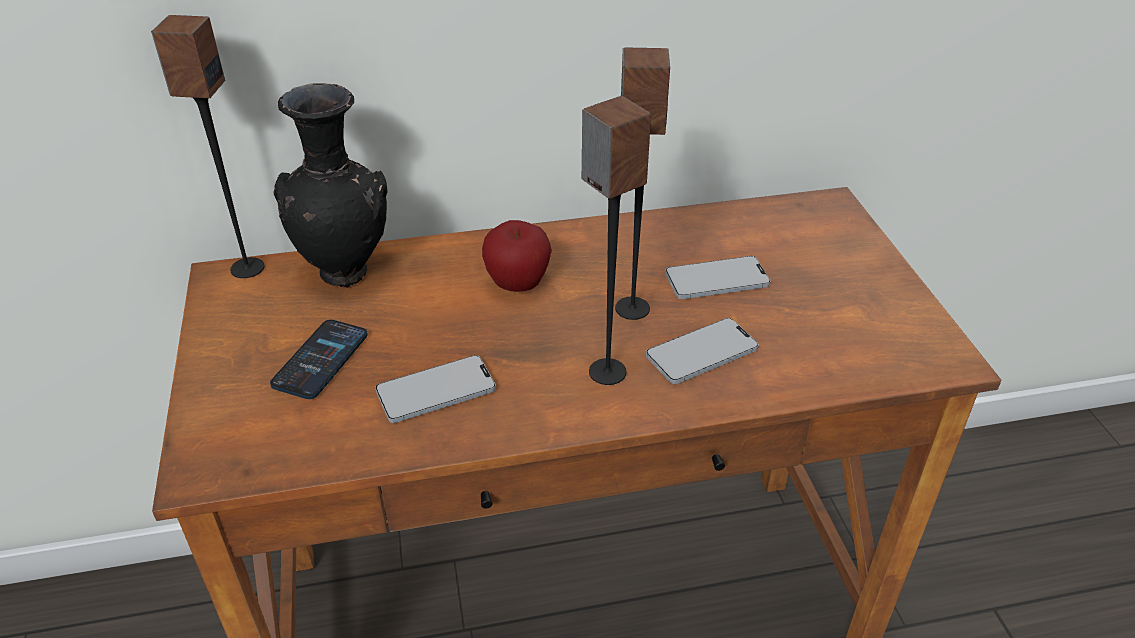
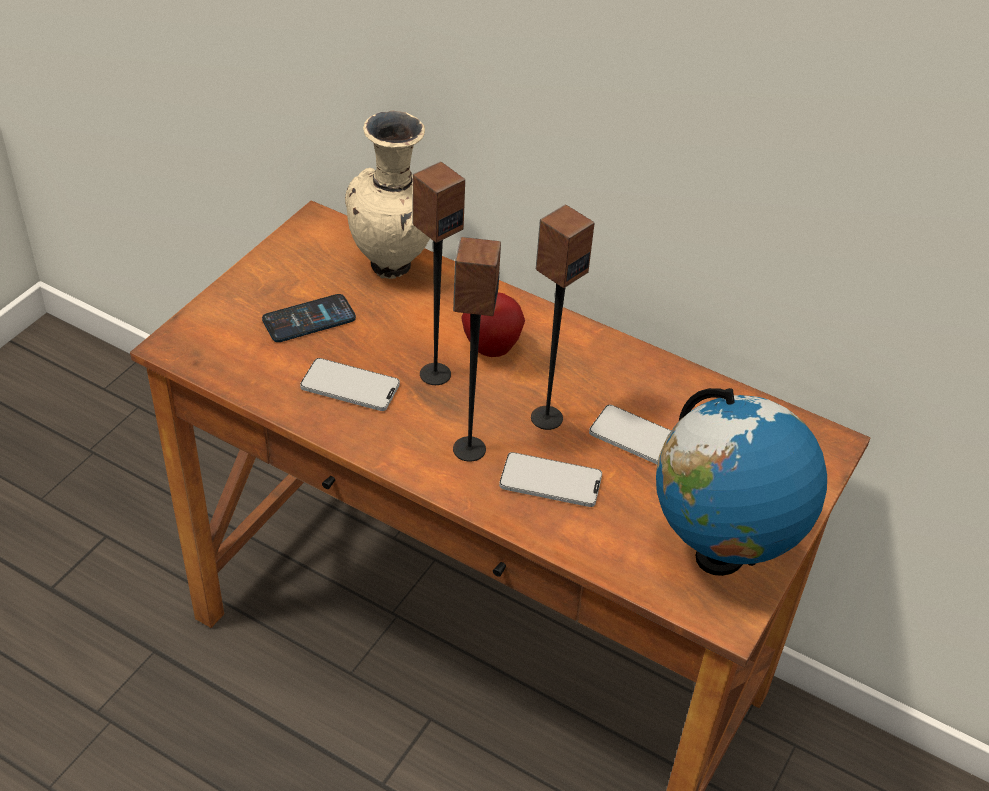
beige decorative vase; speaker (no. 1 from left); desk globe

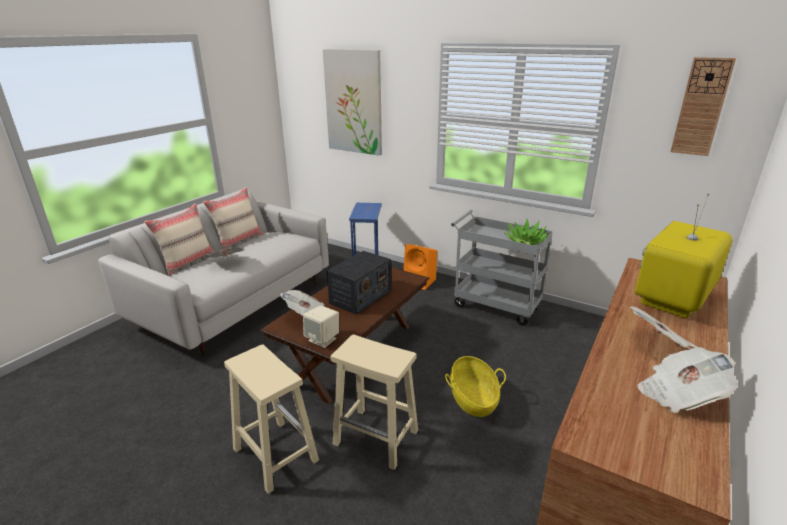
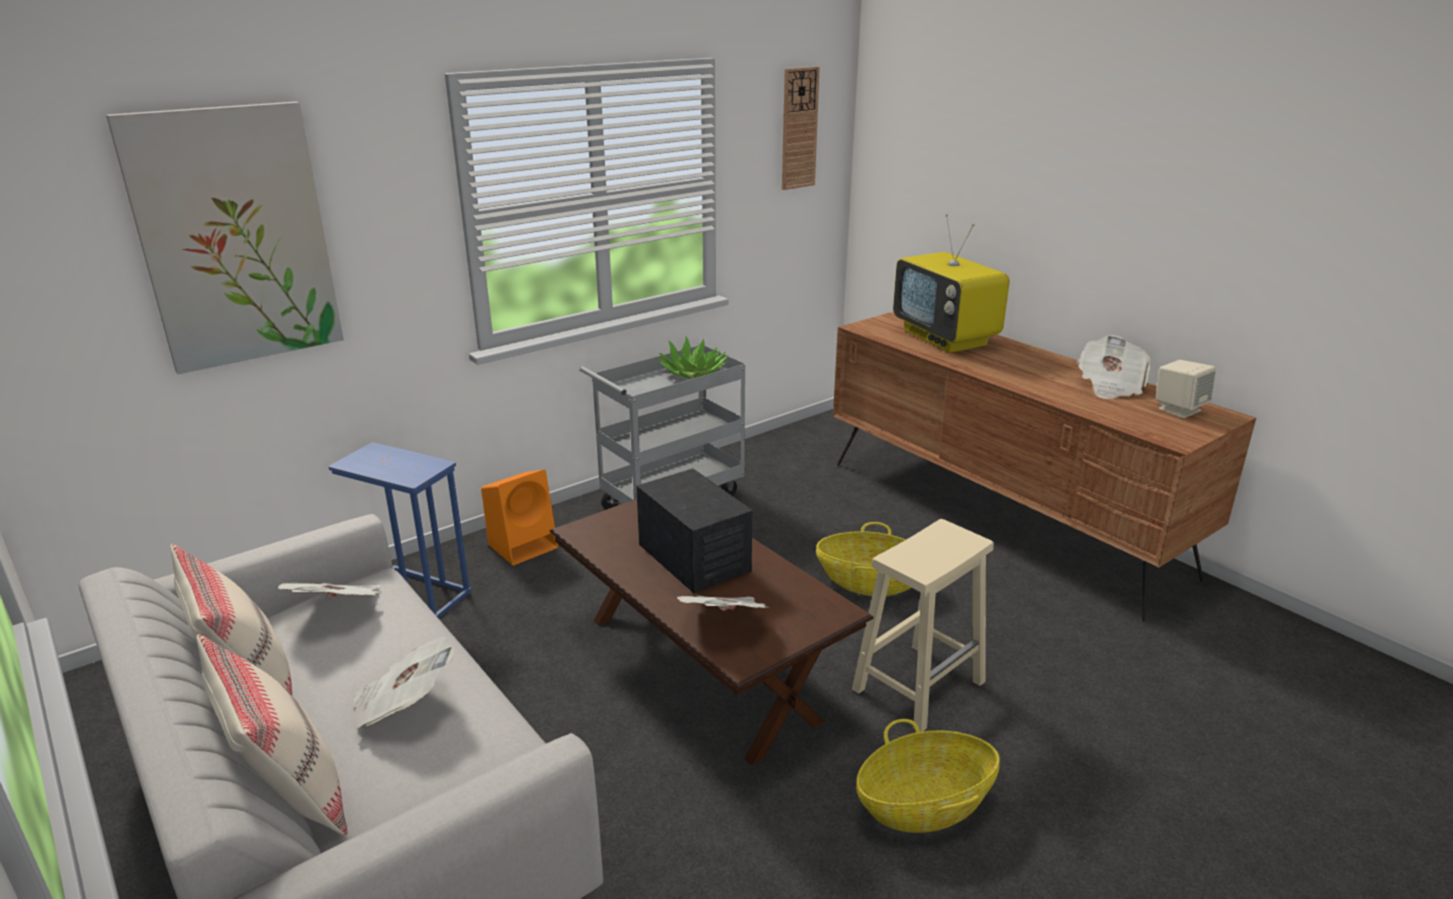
newspaper (no. 1 from left); household basket (no. 2 from left); beige speaker

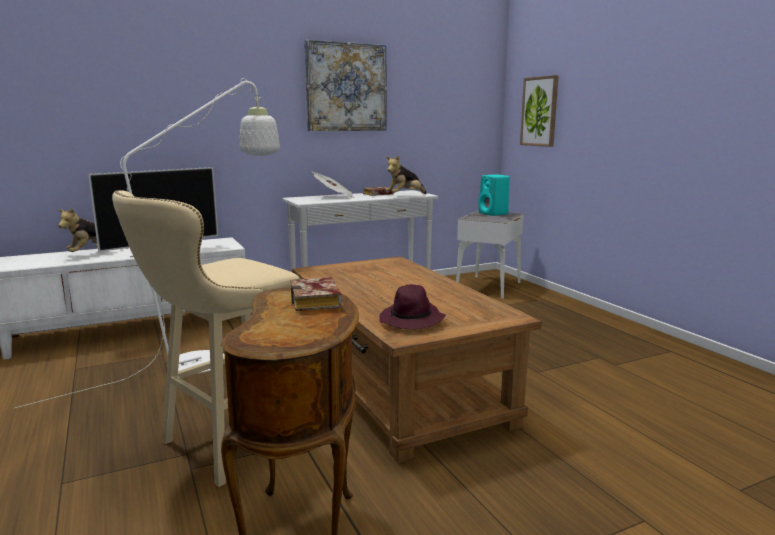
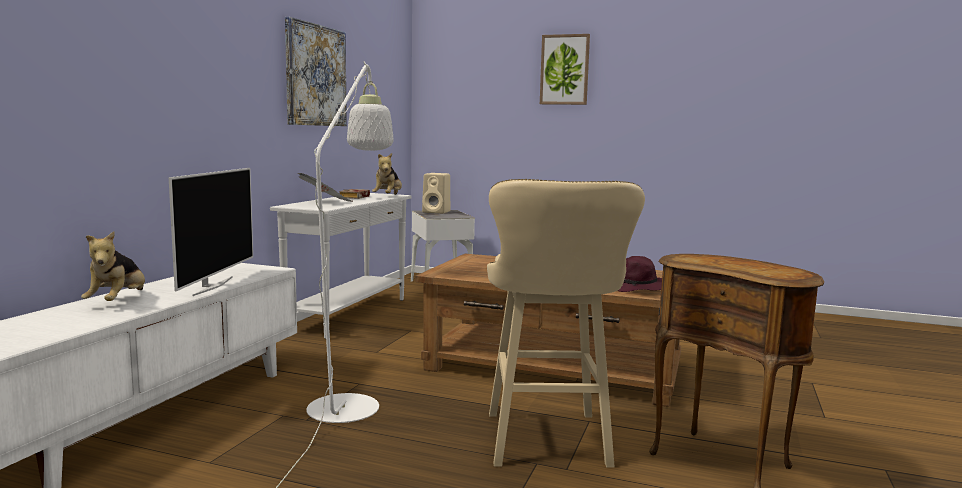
beige speaker; wall art (no. 2 from left); volume (no. 1 from left in the first image)

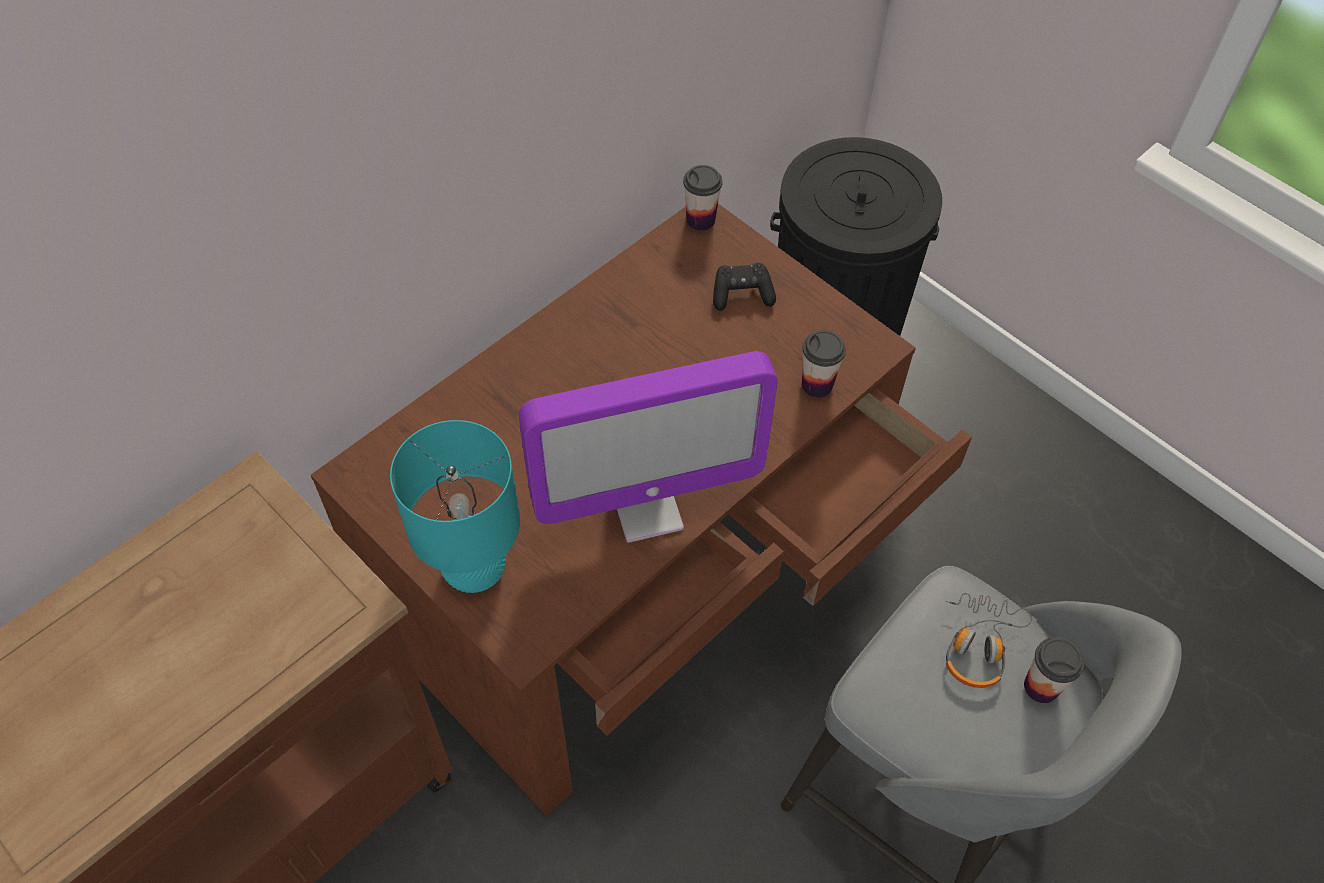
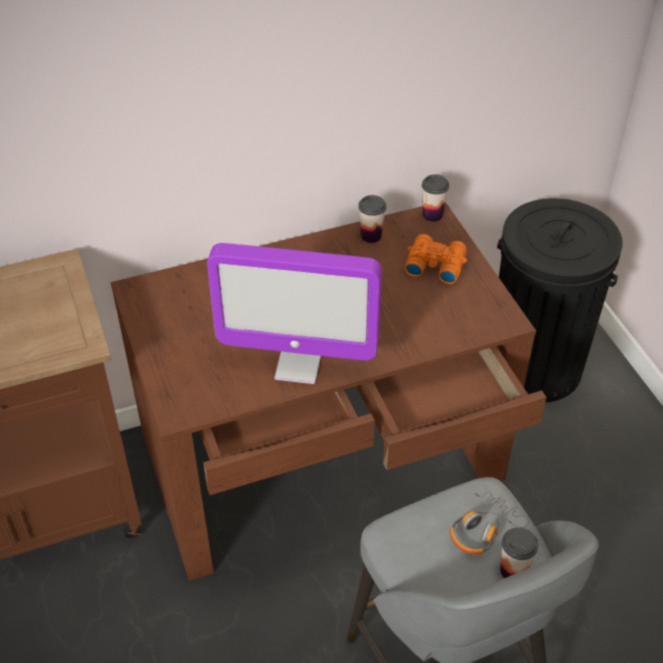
drinking cup (no. 1 from left); orange-coloured pair of binoculars; turquoise lamp for a table

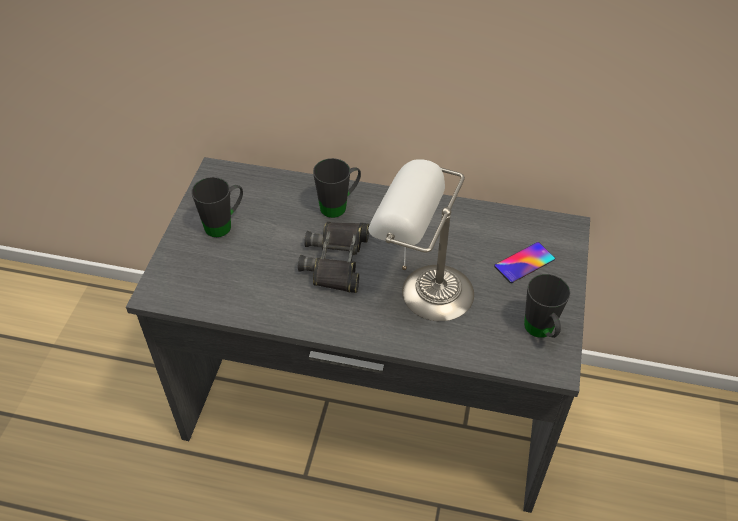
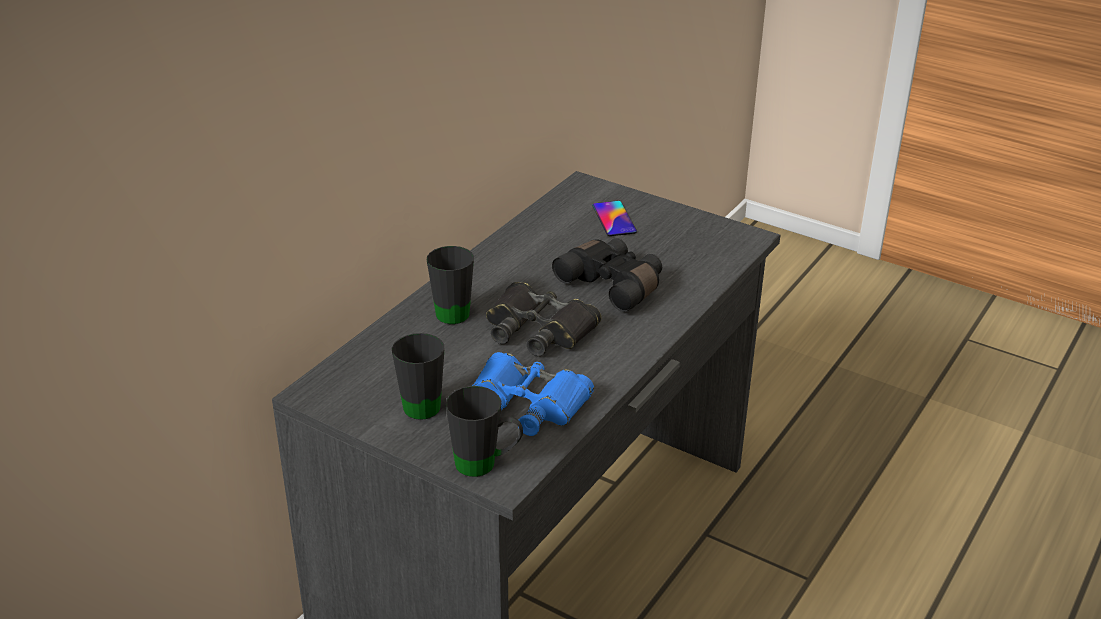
black coffee mug (no. 3 from left); blue pair of binoculars; black pair of binoculars (no. 2 from left)

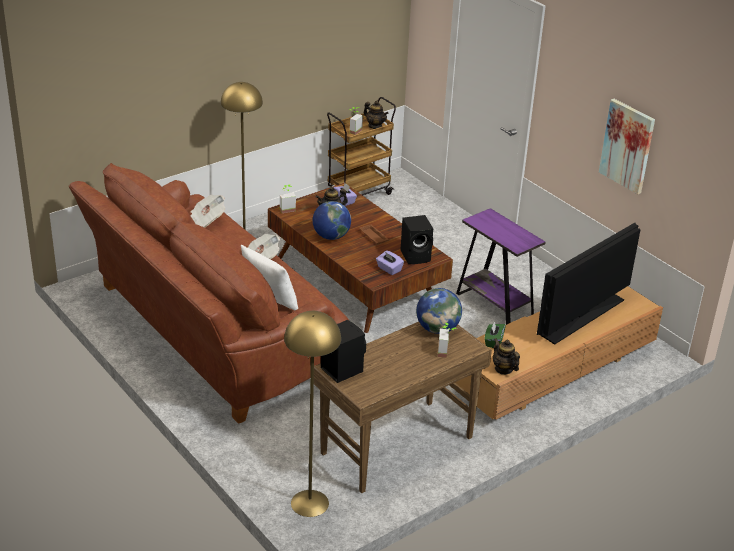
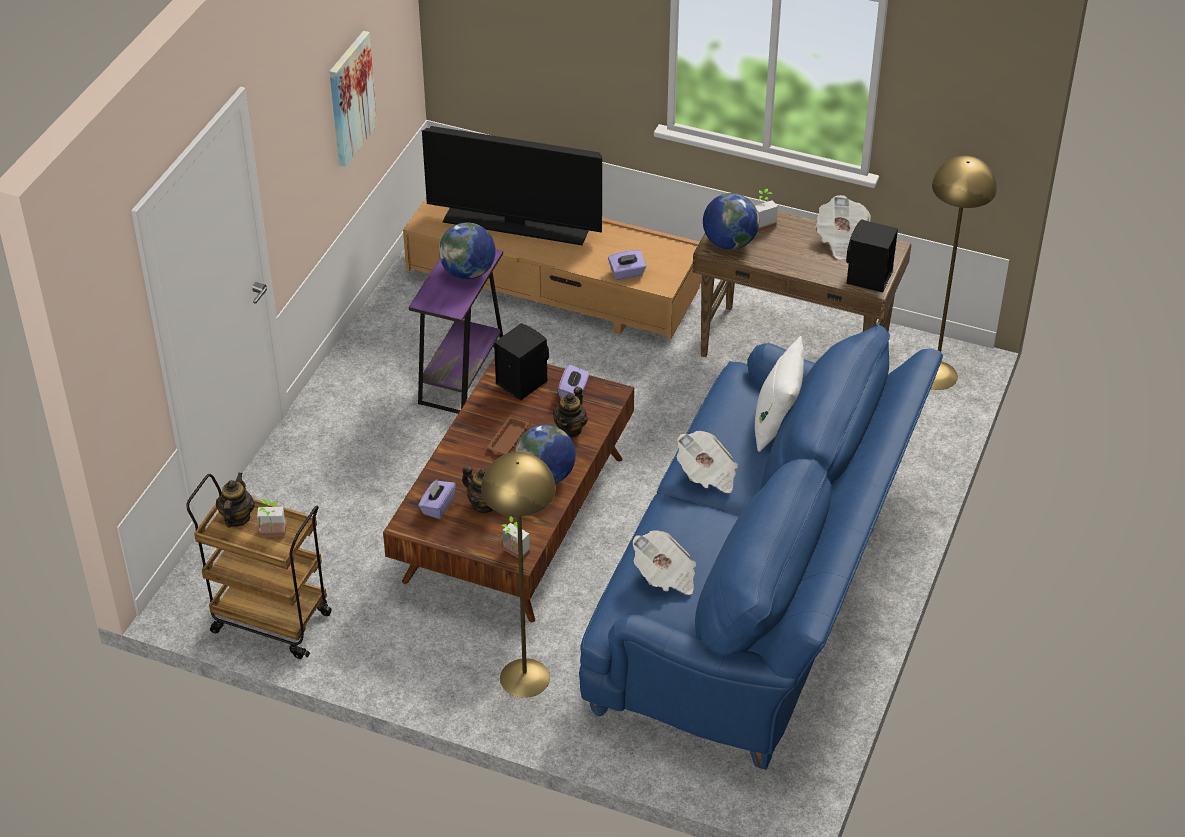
desk globe (no. 1 from left); tea pot (no. 3 from left); blue couch; purplish tissue box (no. 3 from left); newspaper (no. 3 from left)

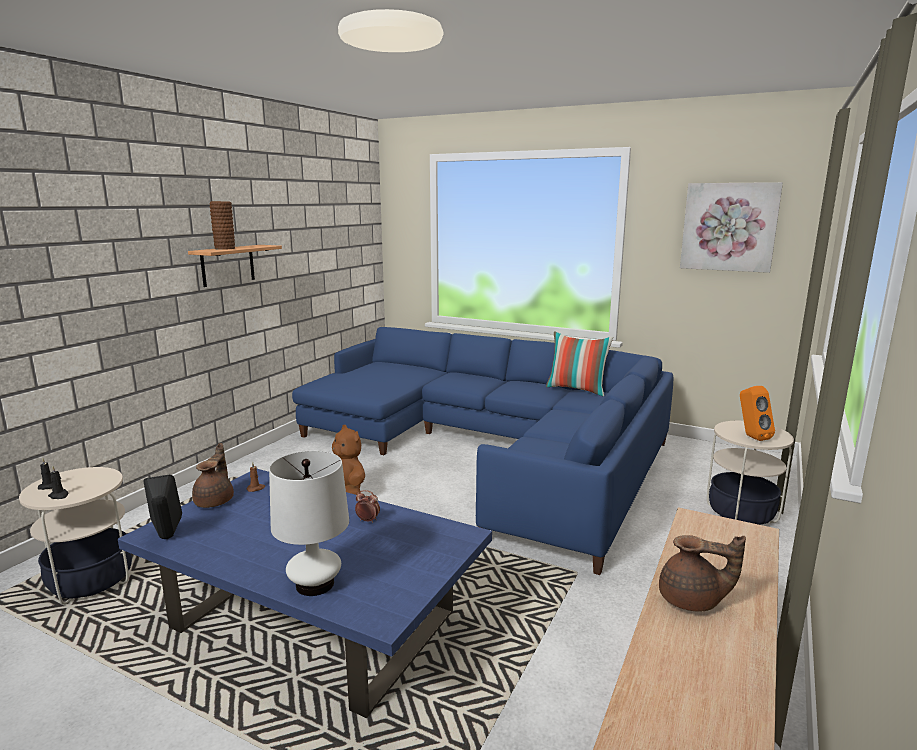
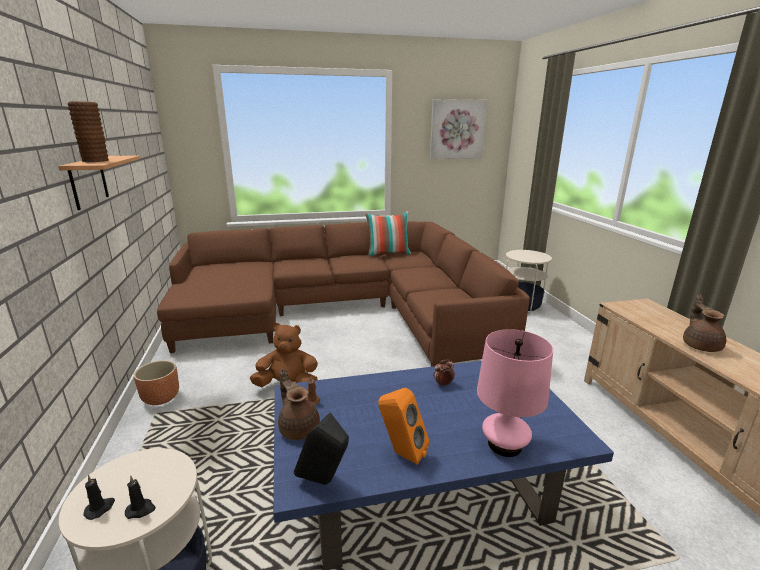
brown planter; brown couch; orange-coloured speaker; pinkish lamp for a table; brown tea pot (no. 2 from left)

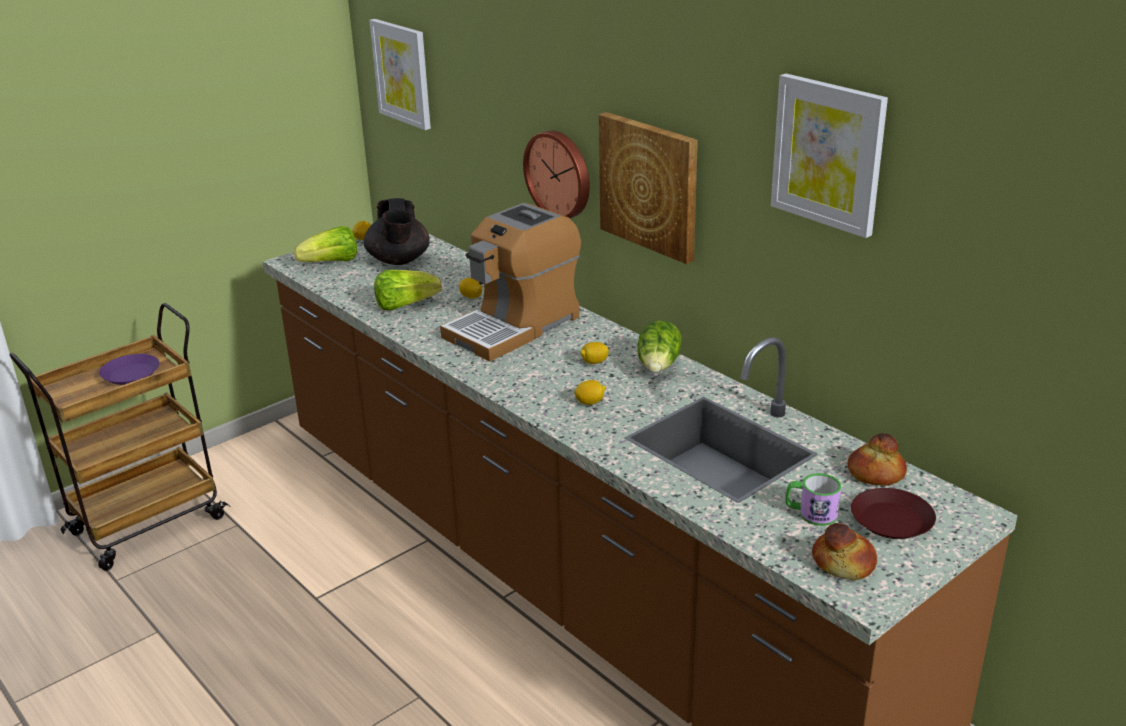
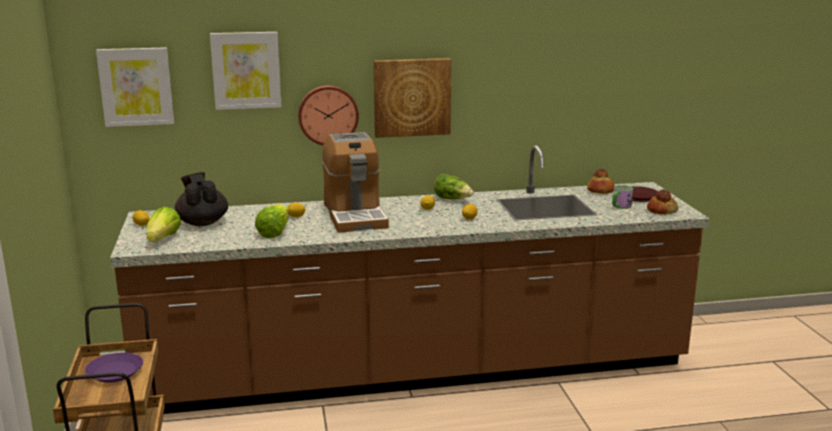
black tea pot; wall art (no. 2 from left)

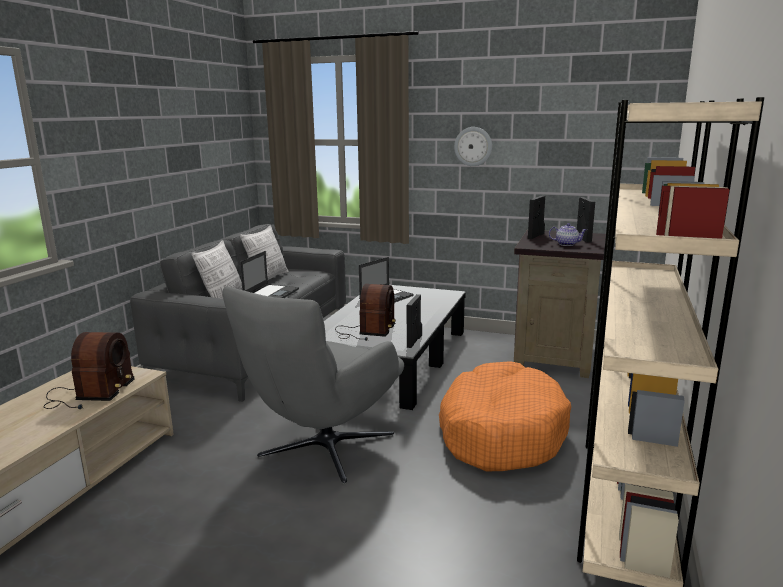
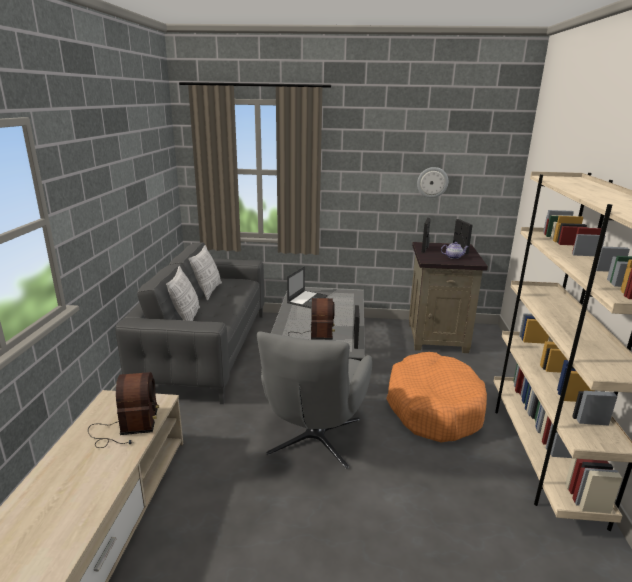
clock on the wall; portable computer (no. 1 from left in the first image)

